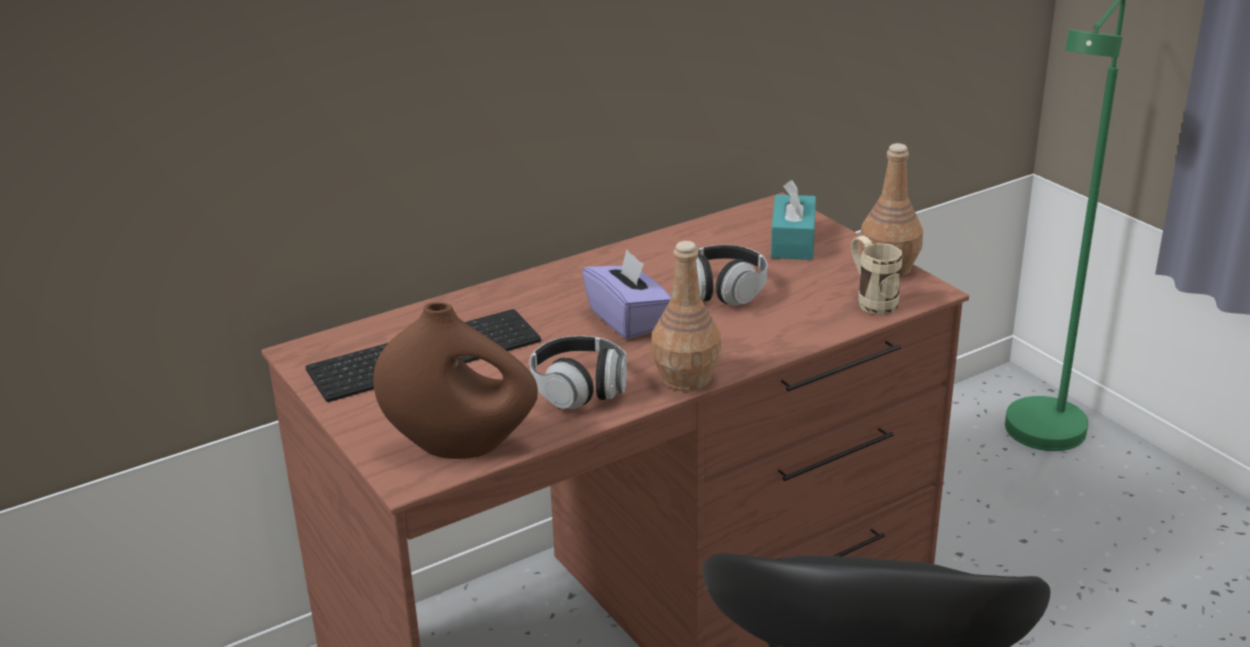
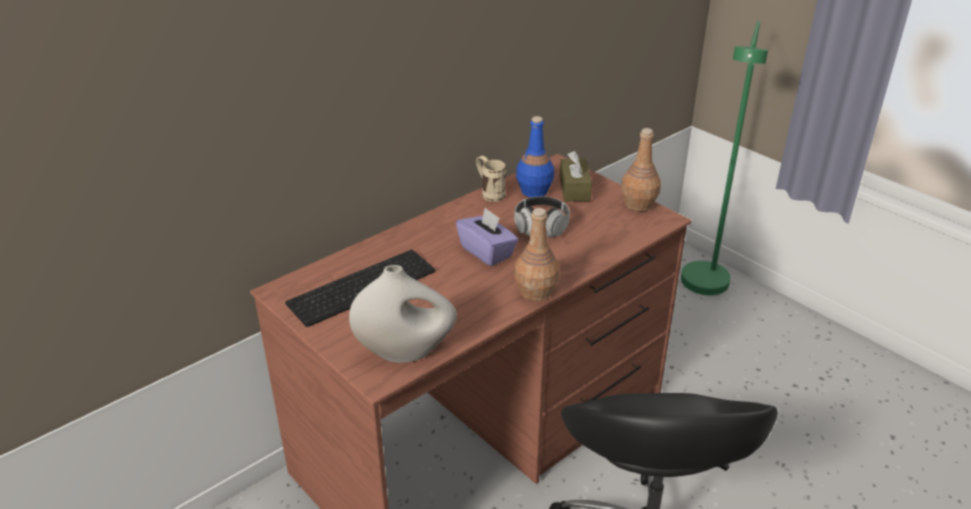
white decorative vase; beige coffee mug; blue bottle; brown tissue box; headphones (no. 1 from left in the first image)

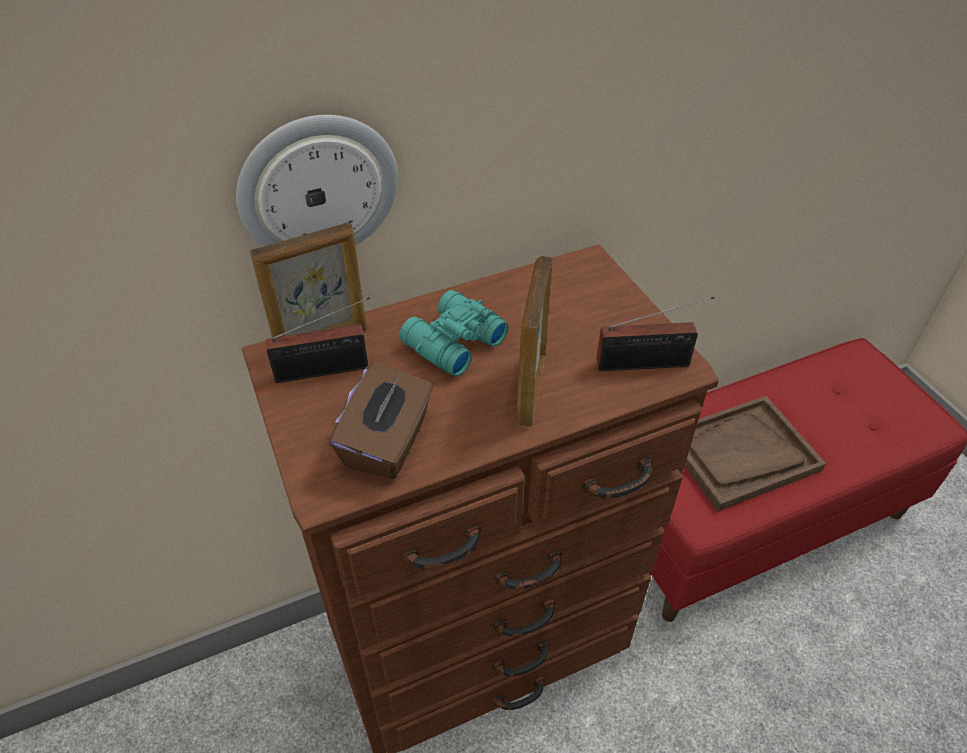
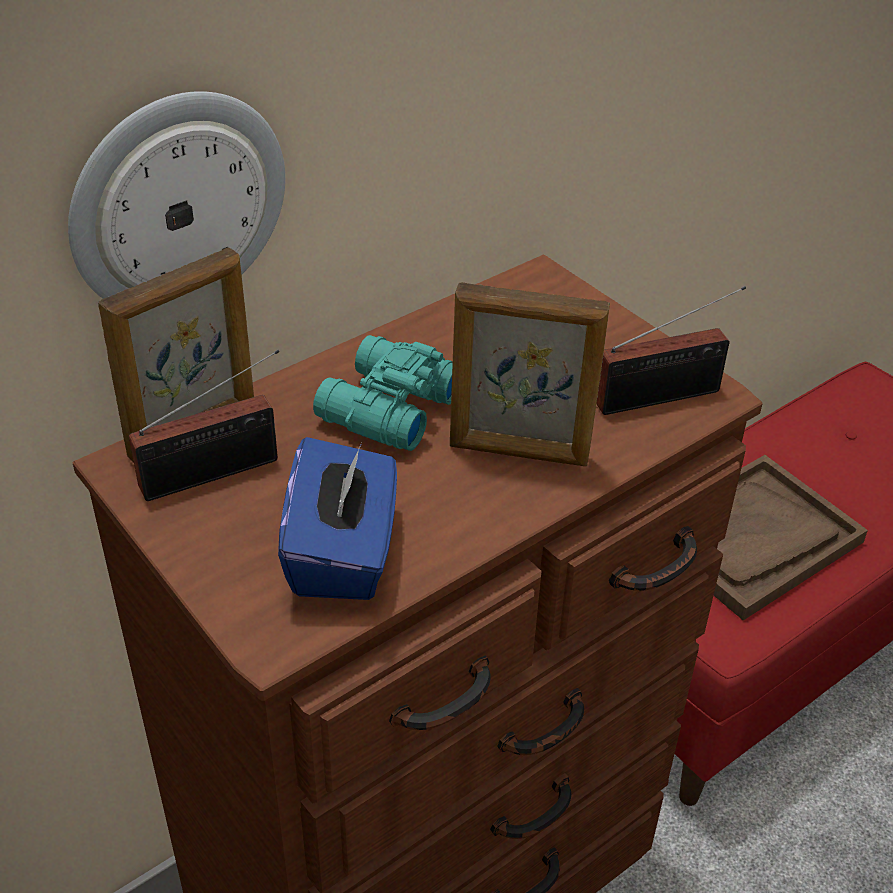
blue tissue box; standing frame (no. 2 from left)

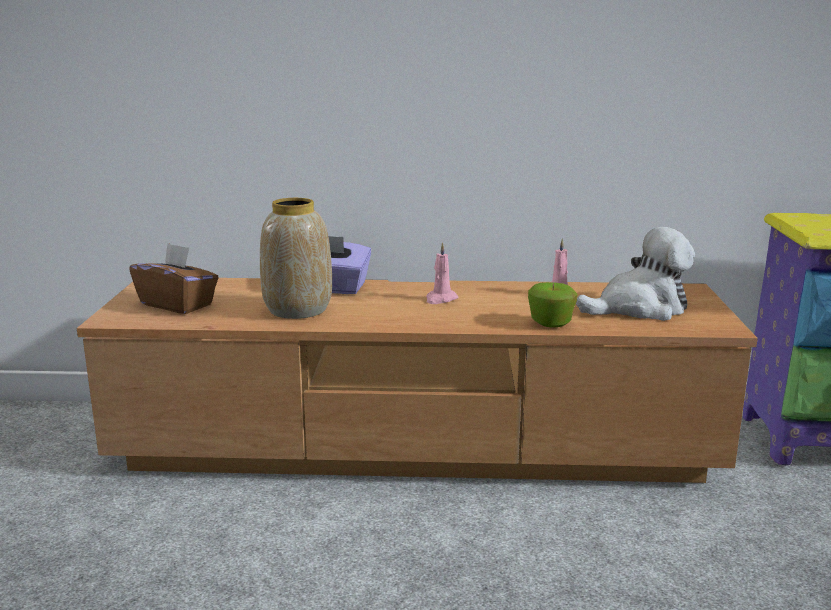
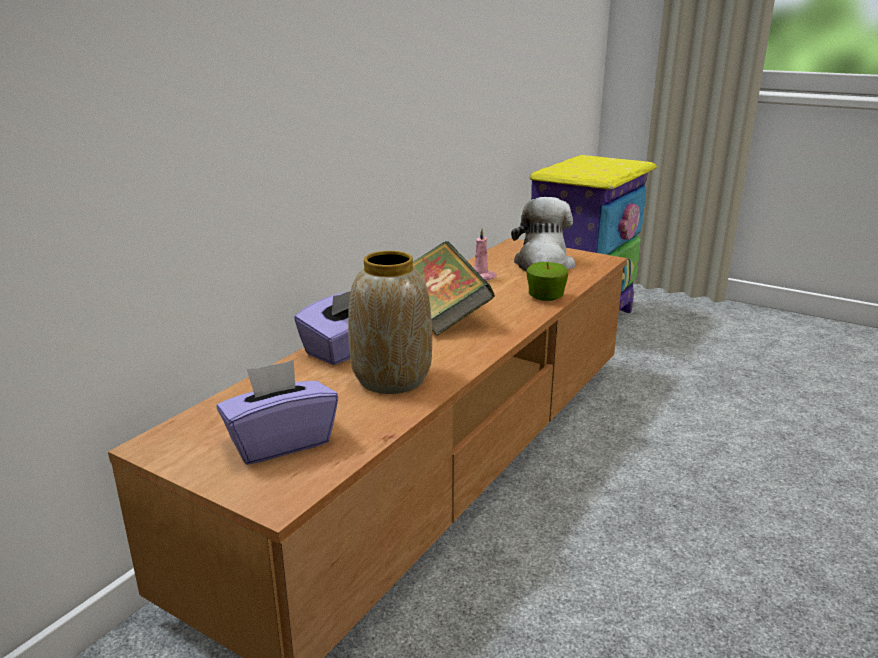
purplish tissue box (no. 1 from left); volume

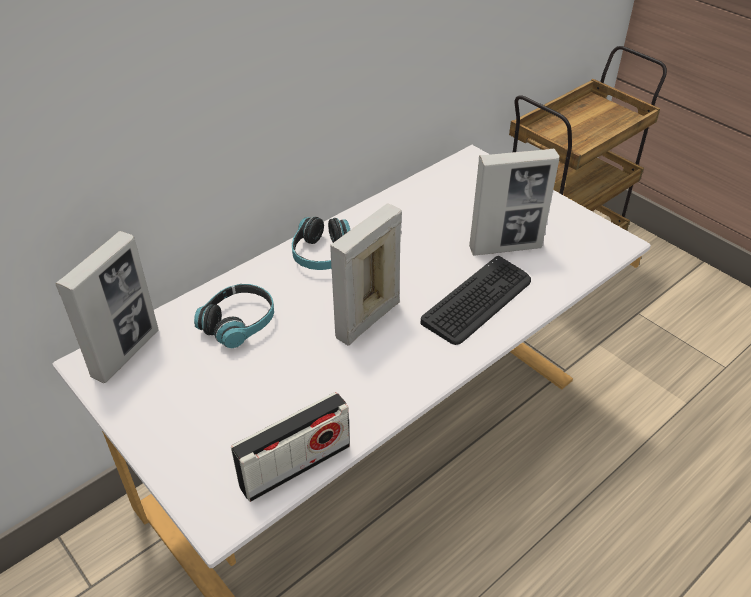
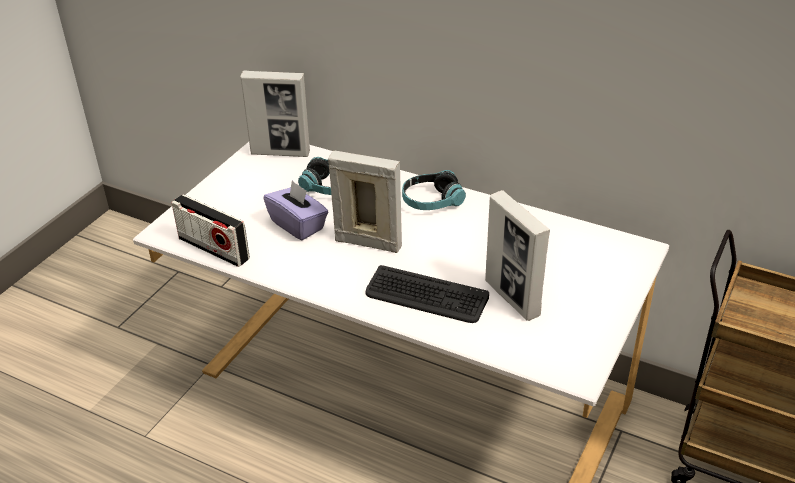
purplish tissue box

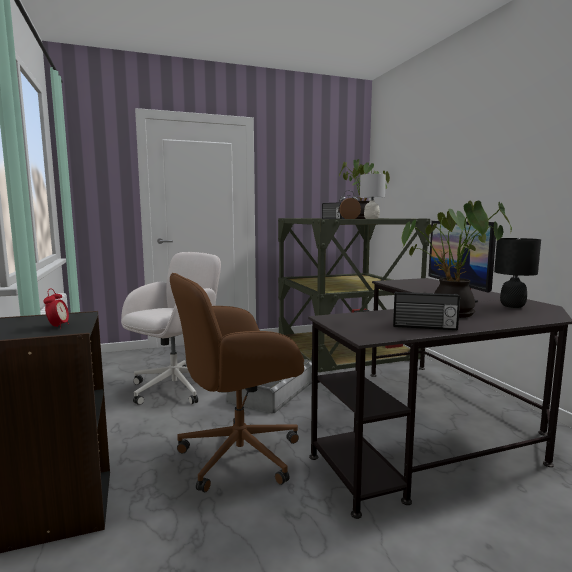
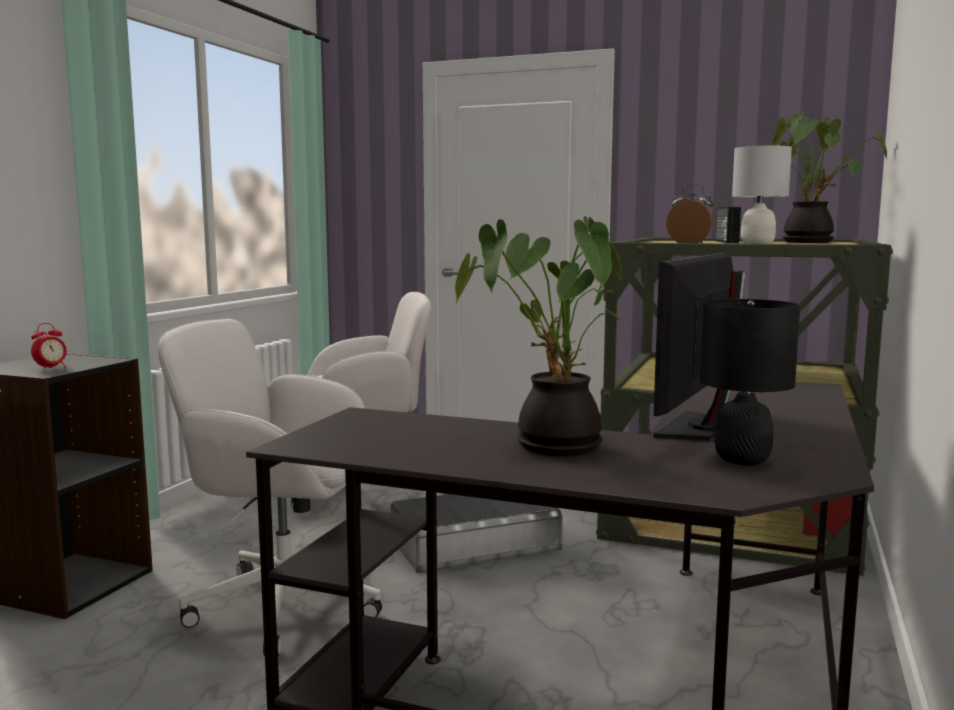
white desk chair (no. 1 from left); radio (no. 2 from left in the first image)

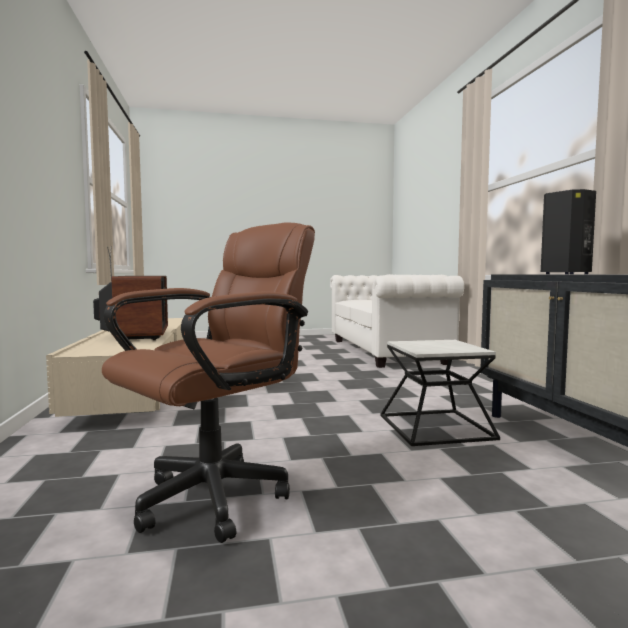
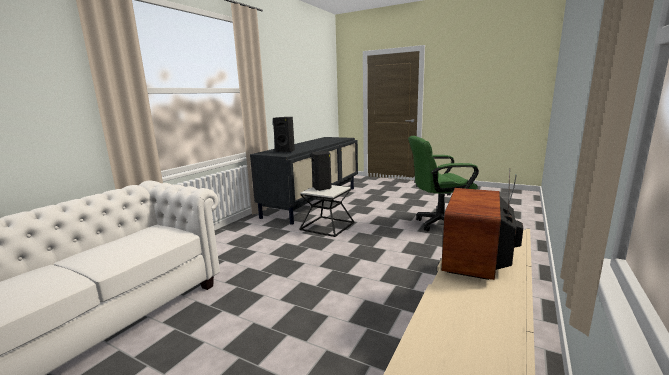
black speaker (no. 2 from left); greenish desk chair

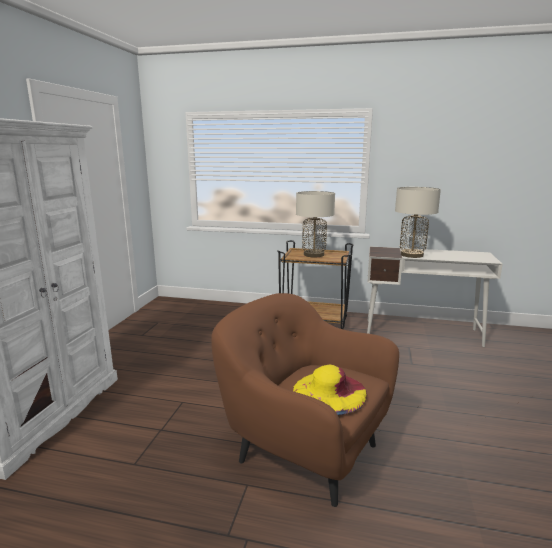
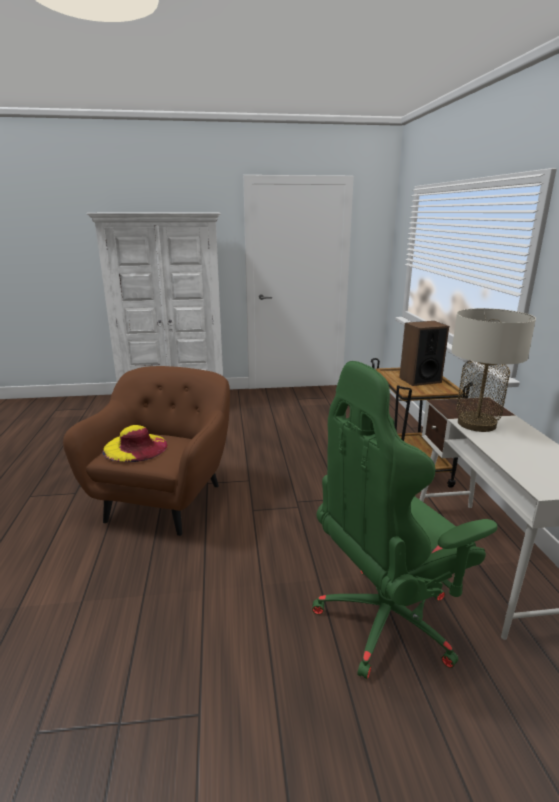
greenish desk chair; speaker

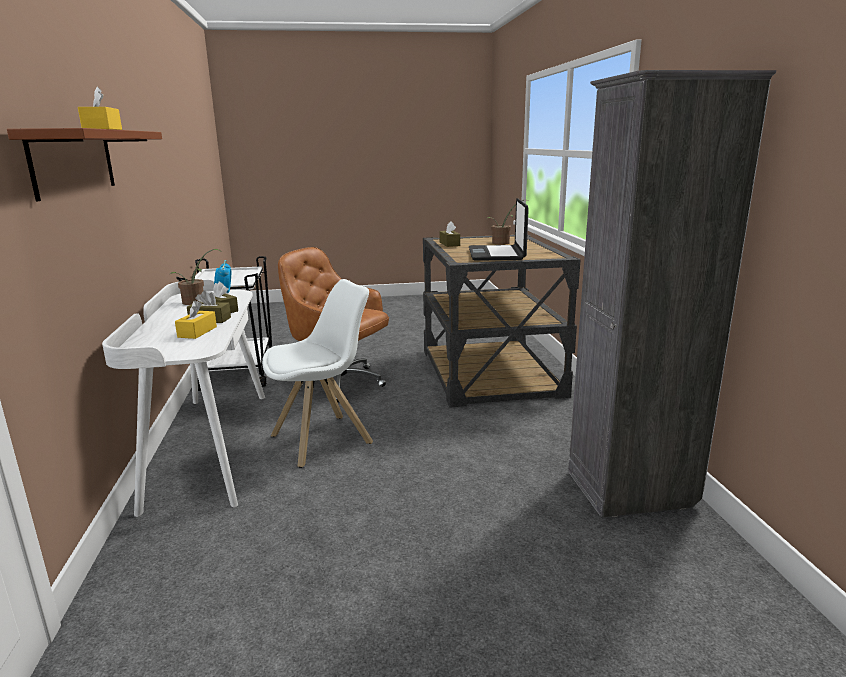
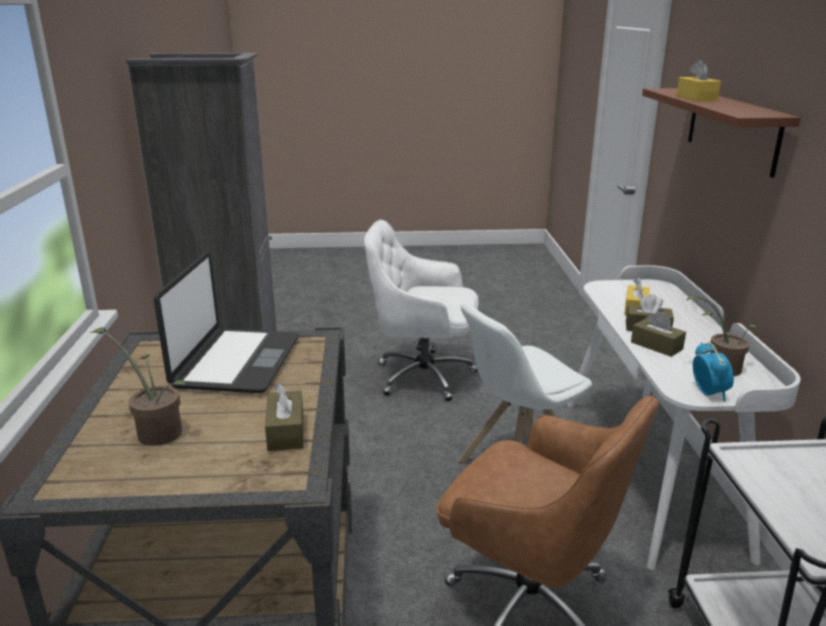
white desk chair

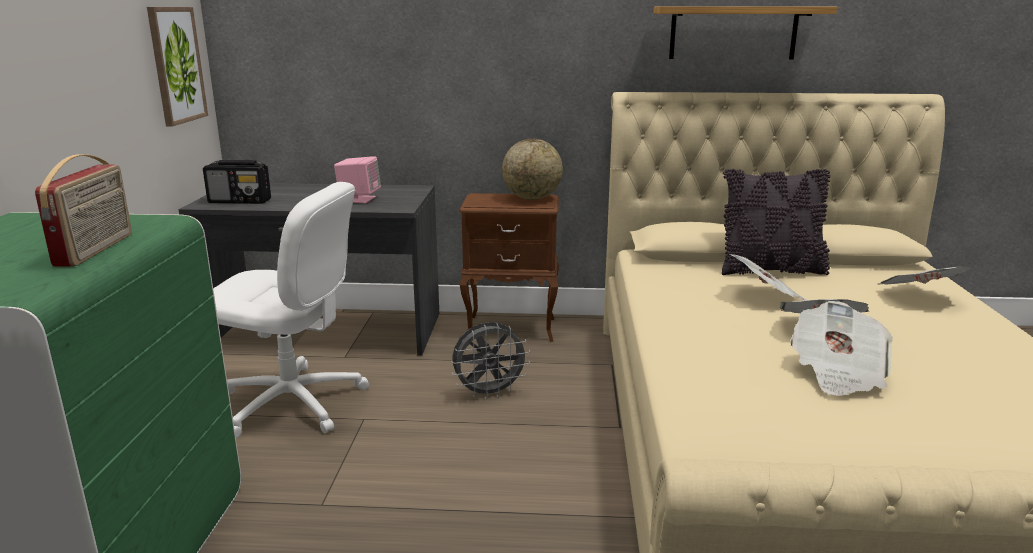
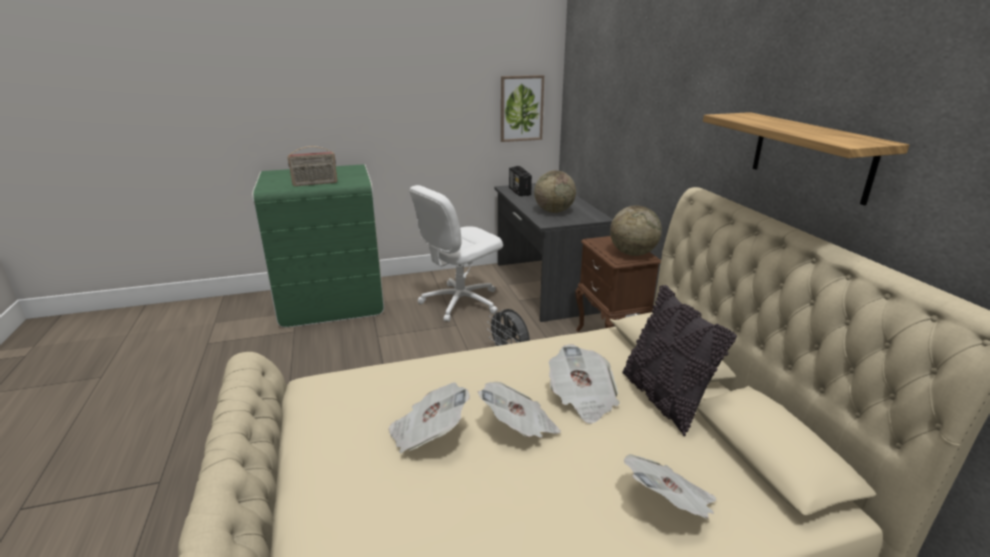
white desk chair; desk globe (no. 1 from left)

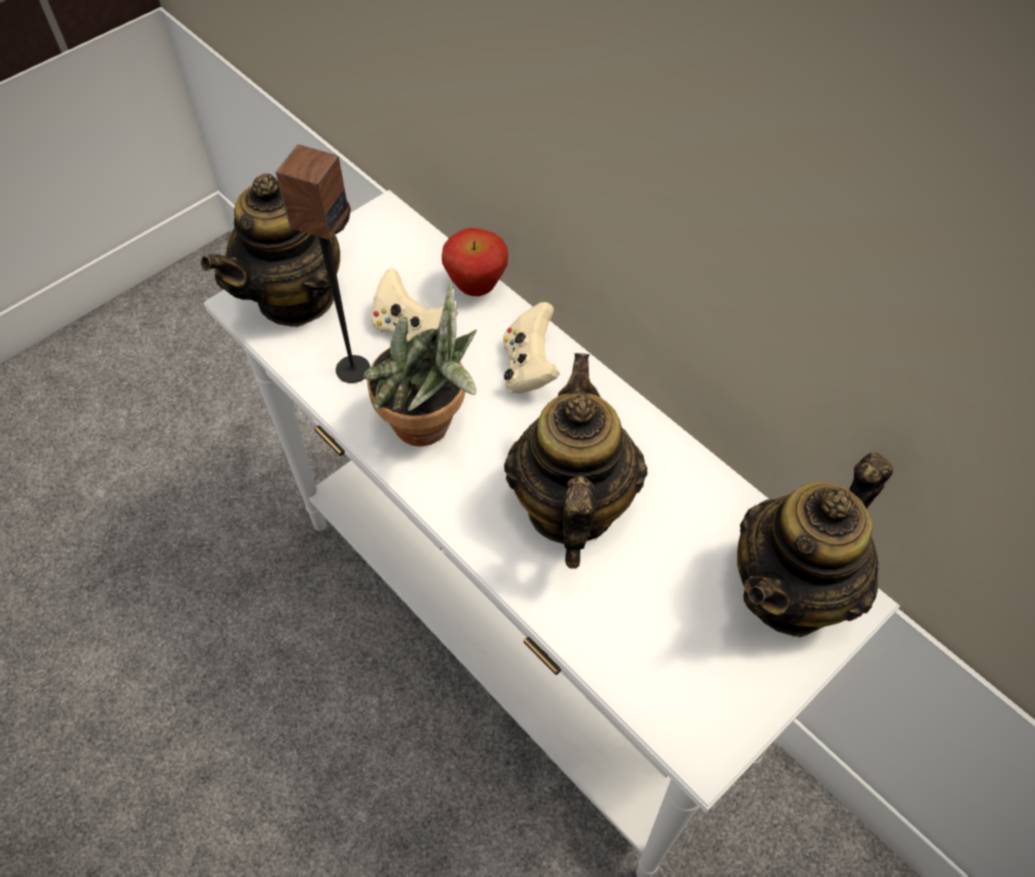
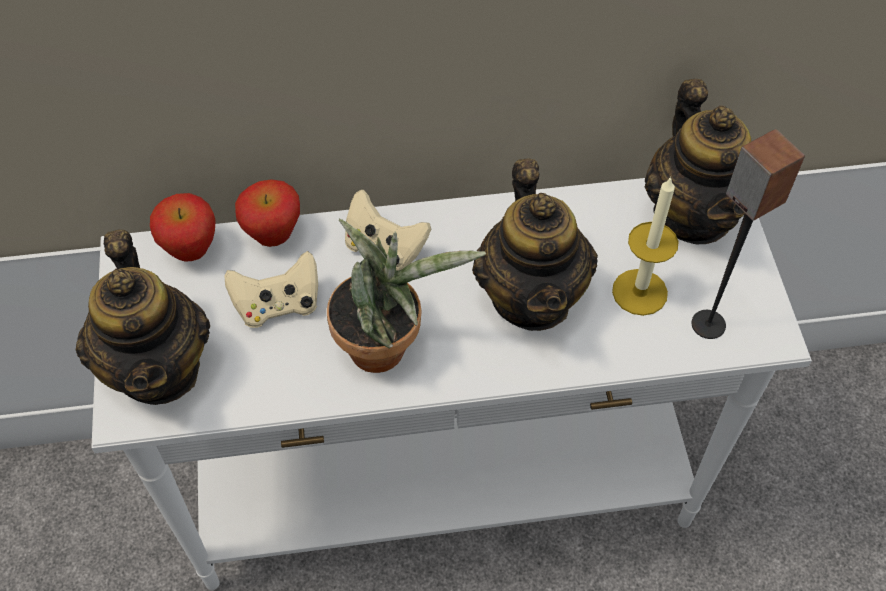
whole apple (no. 1 from left); tea pot (no. 2 from left); candle; speaker

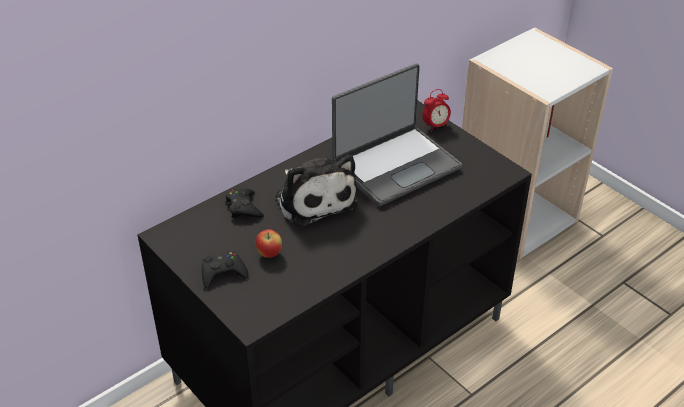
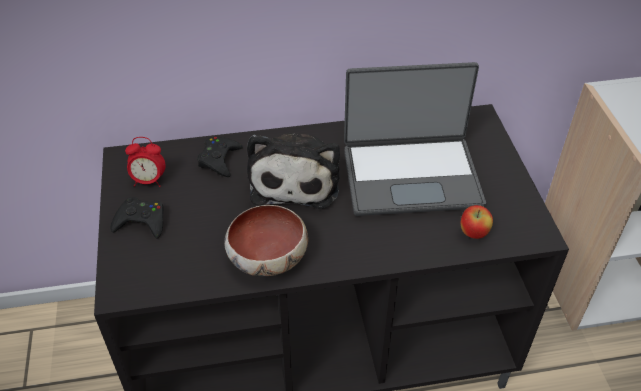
bedside clock; deep dish; whole apple

